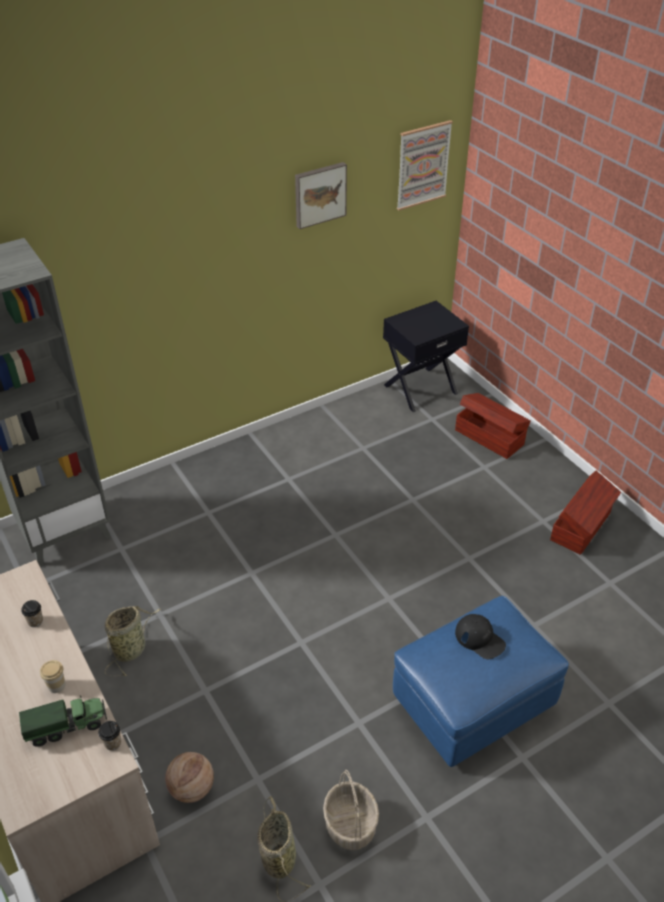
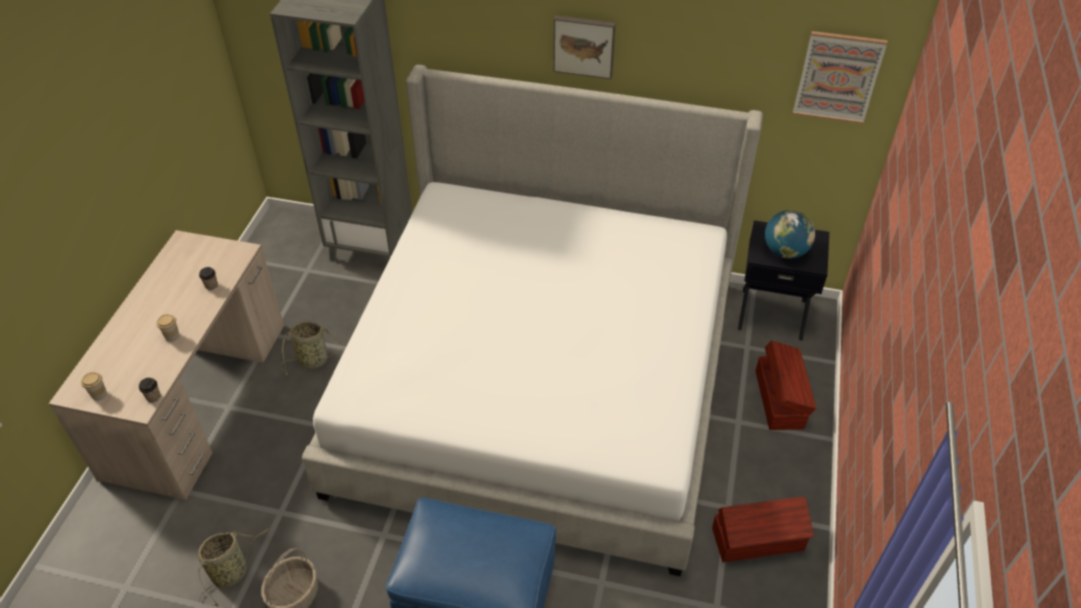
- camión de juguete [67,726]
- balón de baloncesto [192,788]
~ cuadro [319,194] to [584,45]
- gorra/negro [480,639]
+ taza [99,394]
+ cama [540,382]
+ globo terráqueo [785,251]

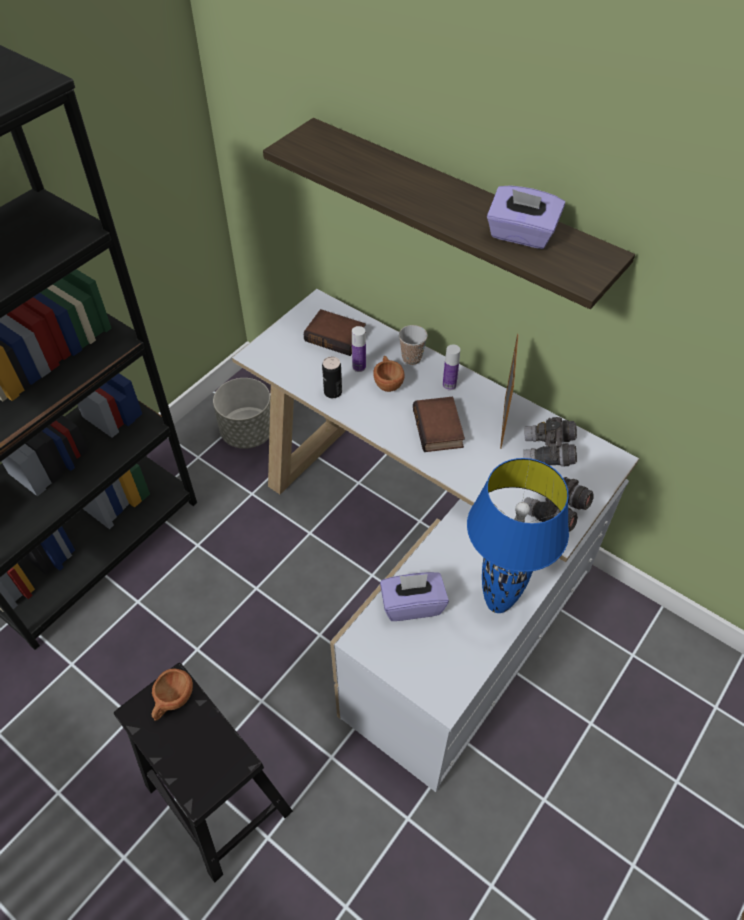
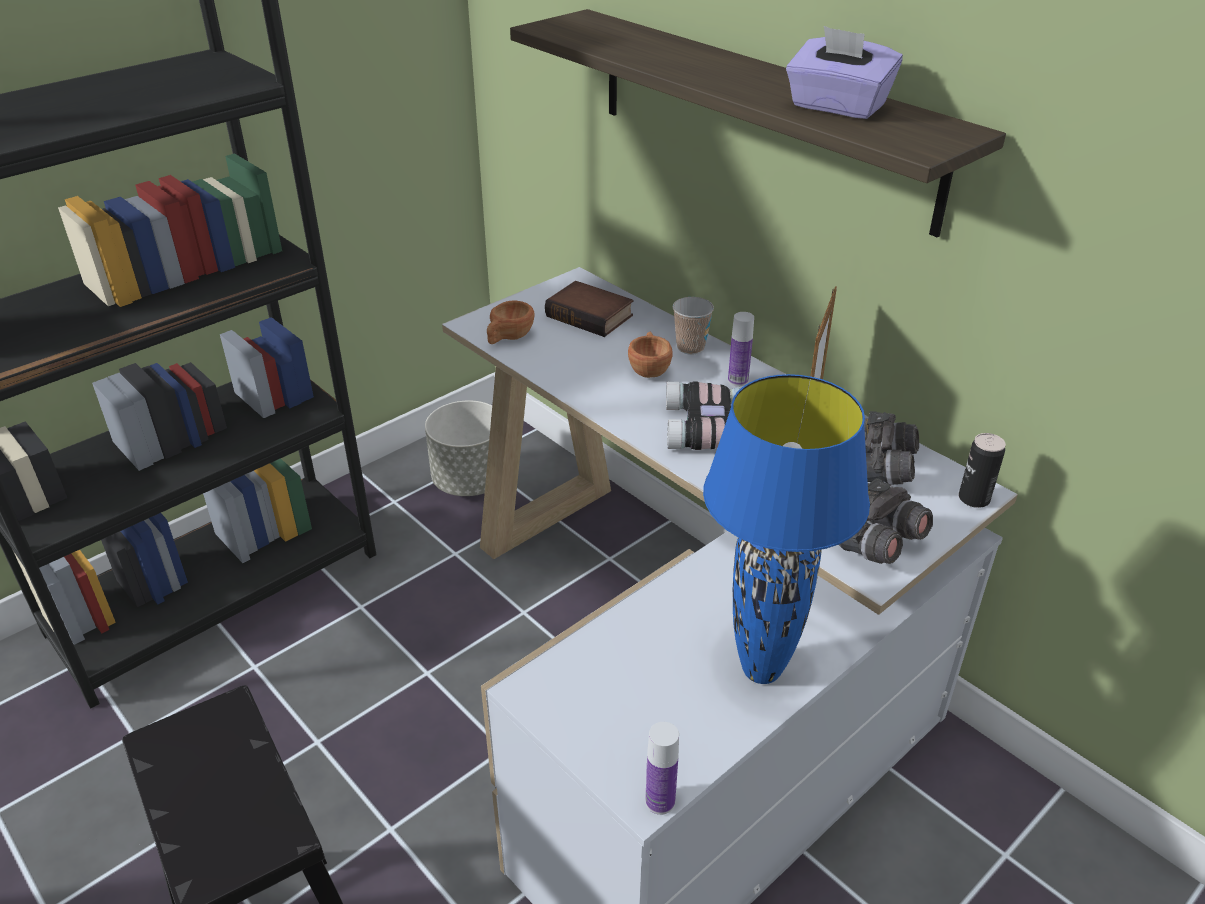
~ taza/marrón [172,701] to [508,338]
~ lata [333,392] to [974,499]
~ botella [359,367] to [660,801]
- caja de pañuelos/morado [412,604]
~ libro [439,429] to prismáticos [712,427]

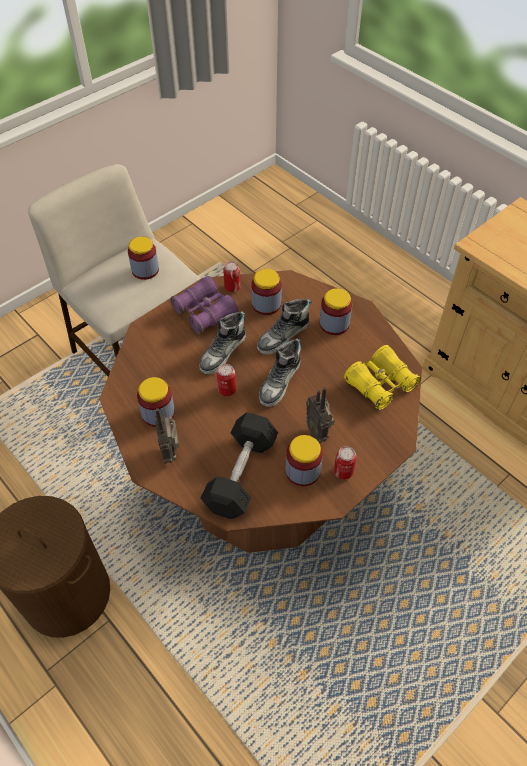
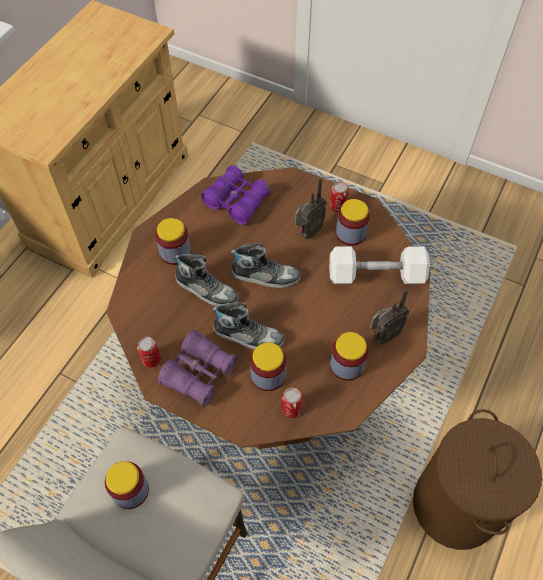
~ mancuerna/negro [241,474] to mancuerna/blanco [376,275]
~ lata [227,390] to [291,409]
~ tarro [266,304] to [268,375]
~ prismáticos/amarillo [380,384] to prismáticos/morado [236,201]

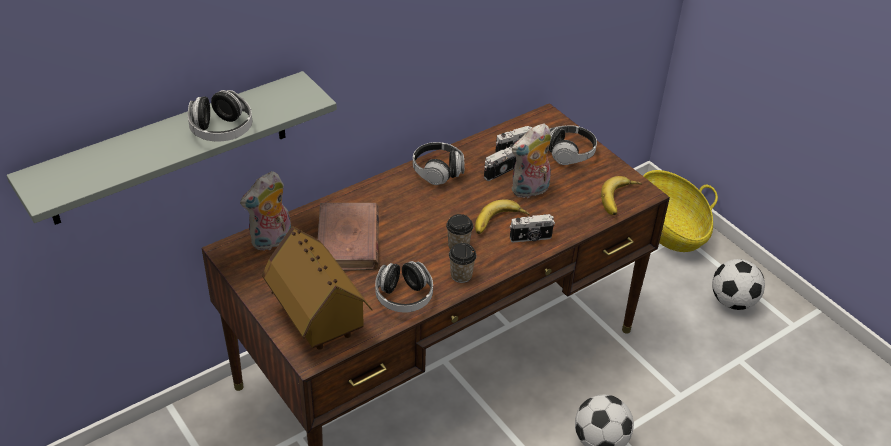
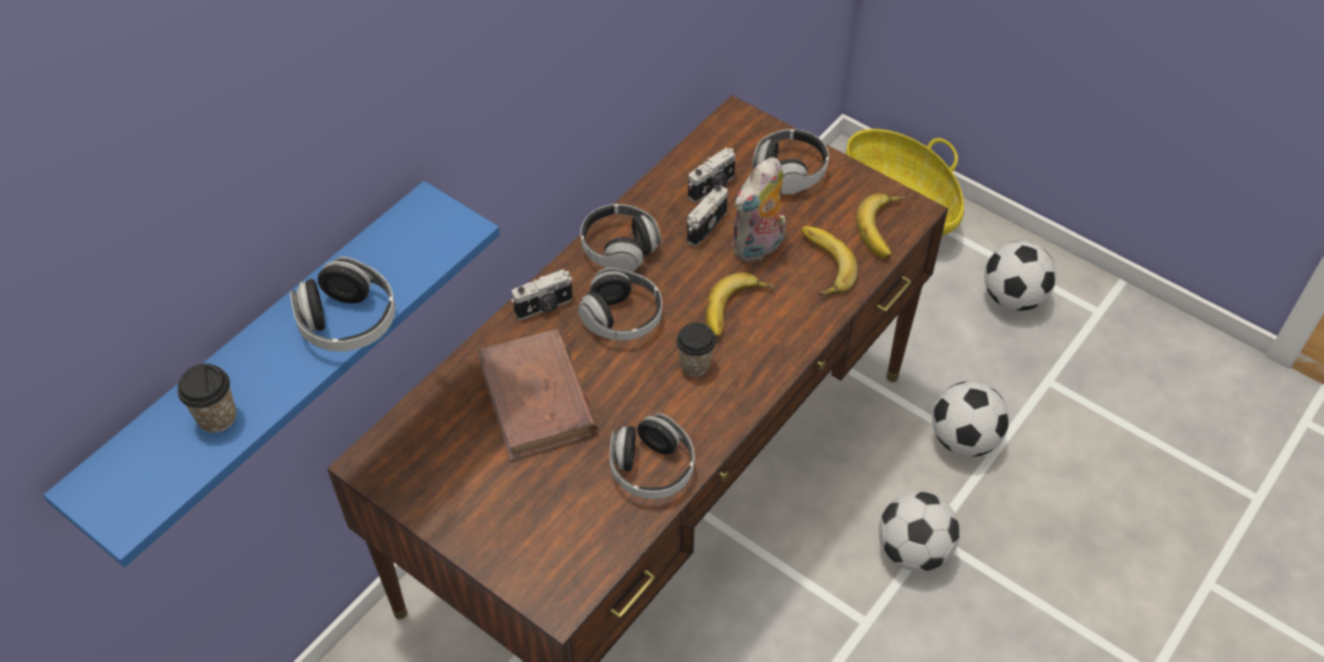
~ estante/gris [170,149] to estante/azul [263,359]
- peluche [271,241]
- casita [317,320]
~ taza [461,275] to [217,417]
~ cámara [531,238] to [544,307]
+ auriculares [622,318]
+ plátano [821,265]
+ balón de fútbol [963,439]

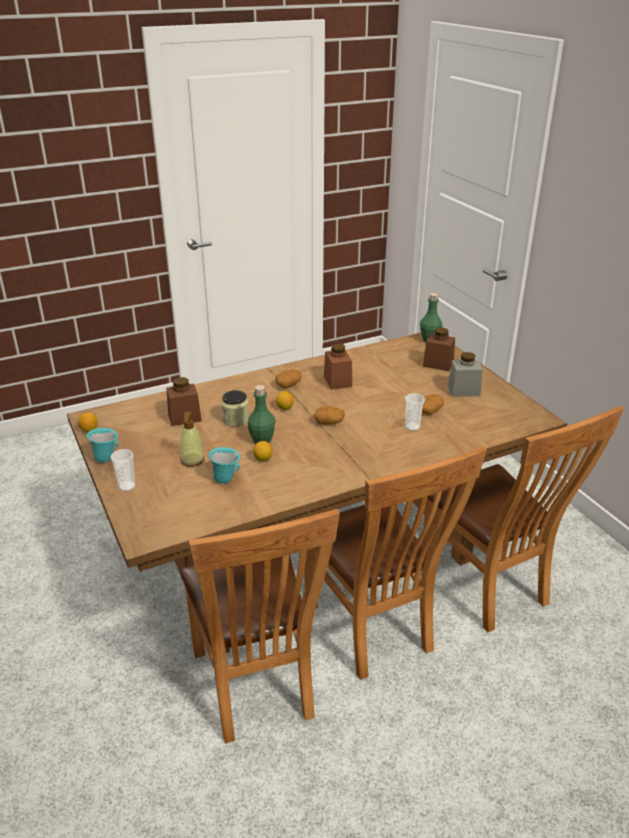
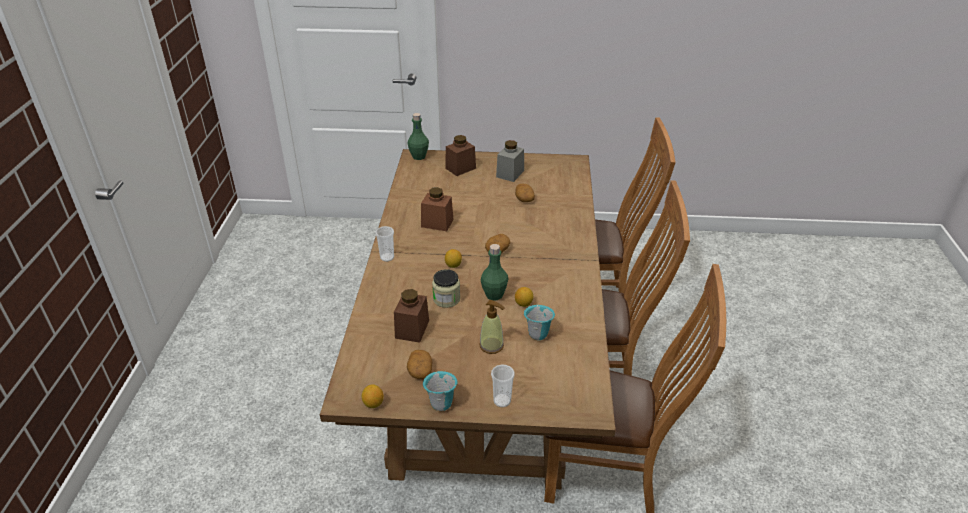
~ patata [288,384] to [420,371]
~ taza [412,427] to [387,257]

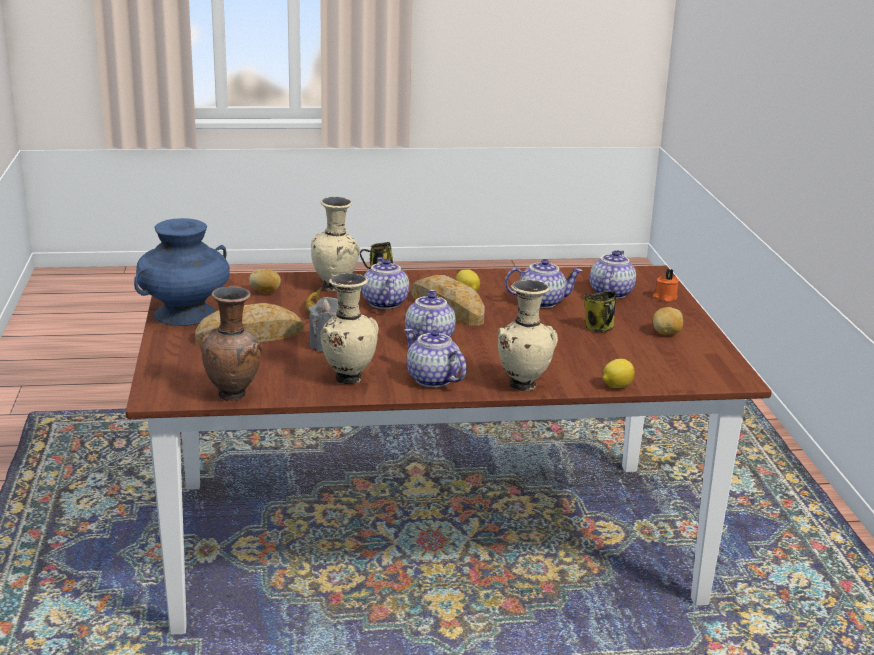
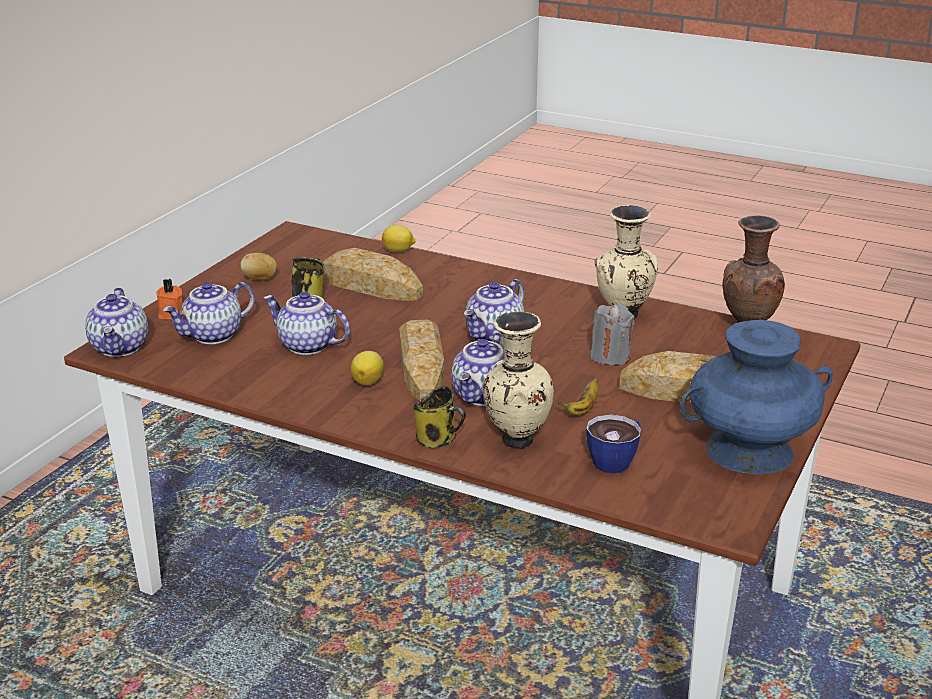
~ patata [265,292] to taza [616,460]
~ tetera [432,379] to [121,347]
- florero/beis [523,385]
+ pan [370,286]

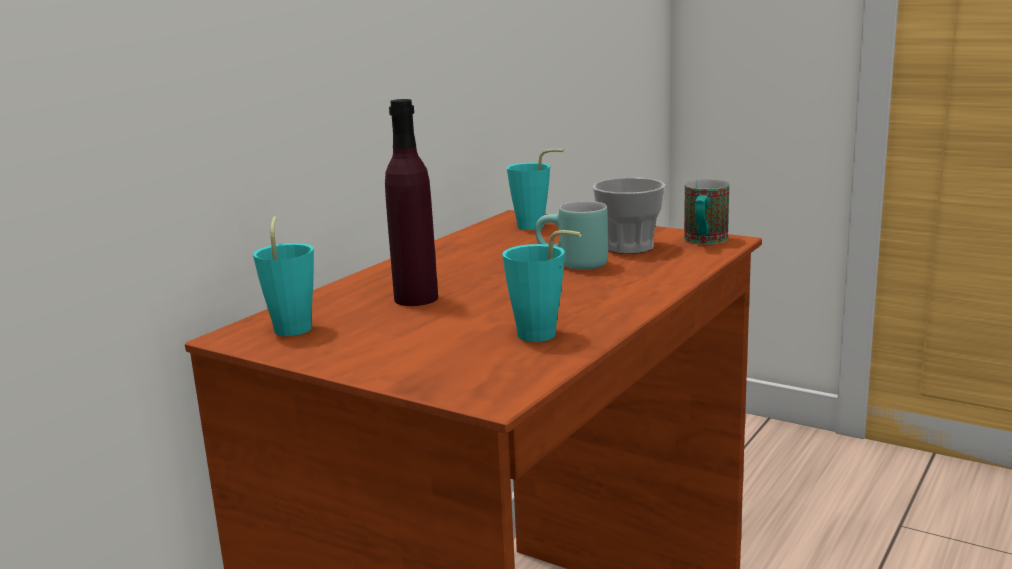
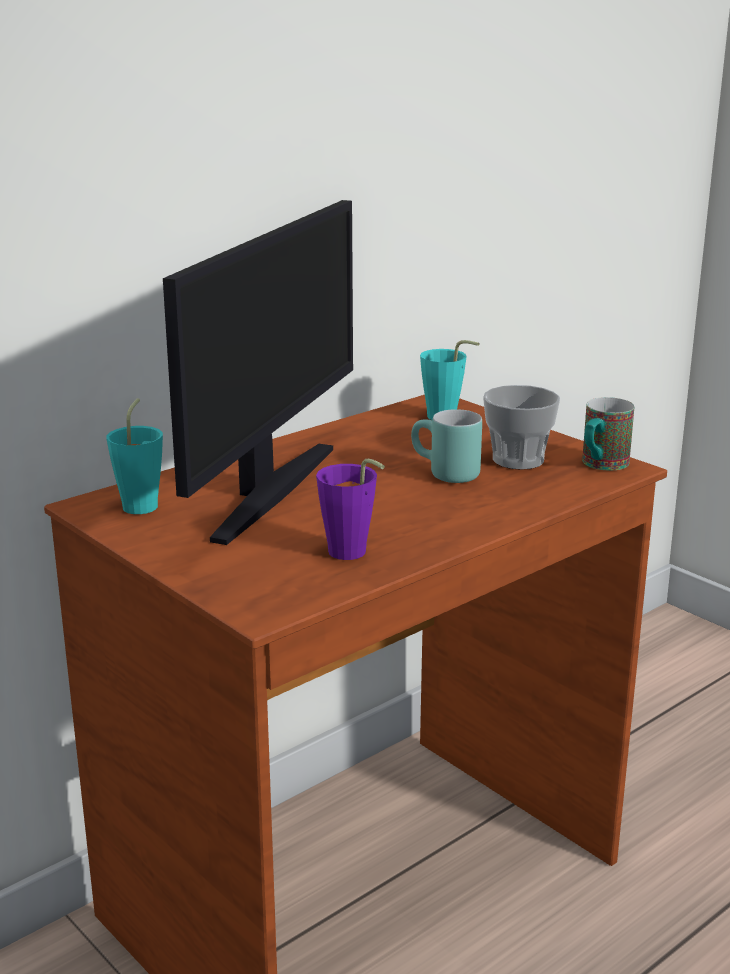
~ botella/morado [416,298] to monitor [269,490]
~ taza/turquesa [543,336] to taza/morado [352,555]

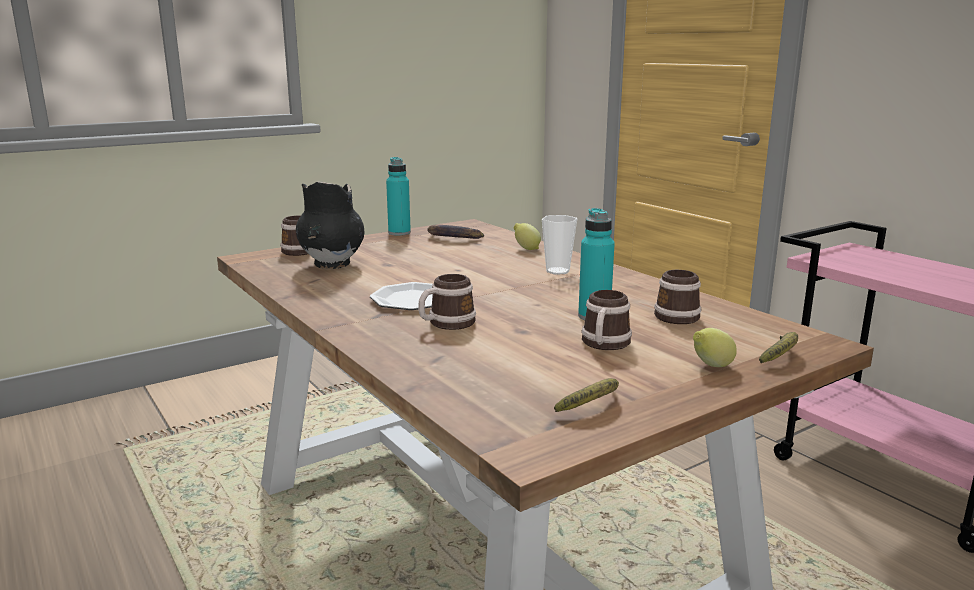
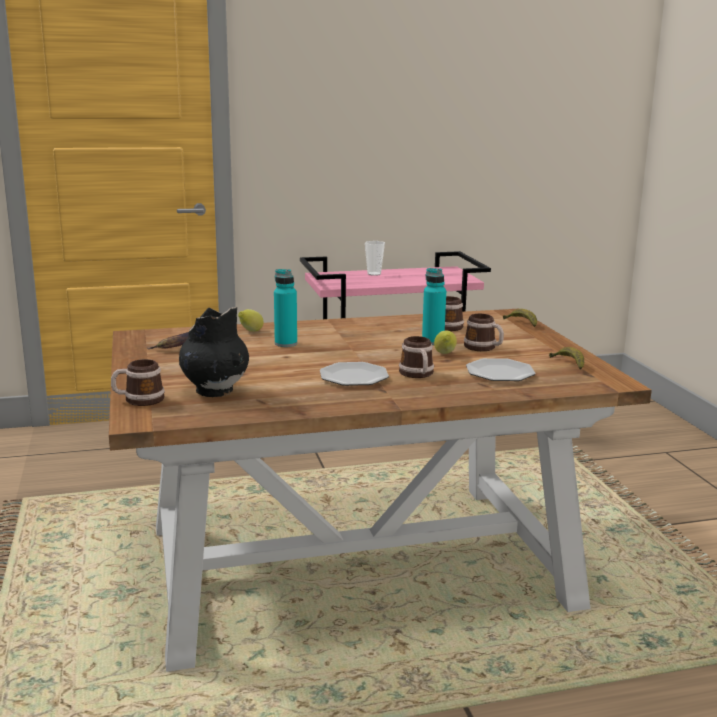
~ botella/turquesa [399,233] to [286,344]
~ taza [557,271] to [374,274]
~ limón [711,366] to [445,354]
+ plato [500,373]

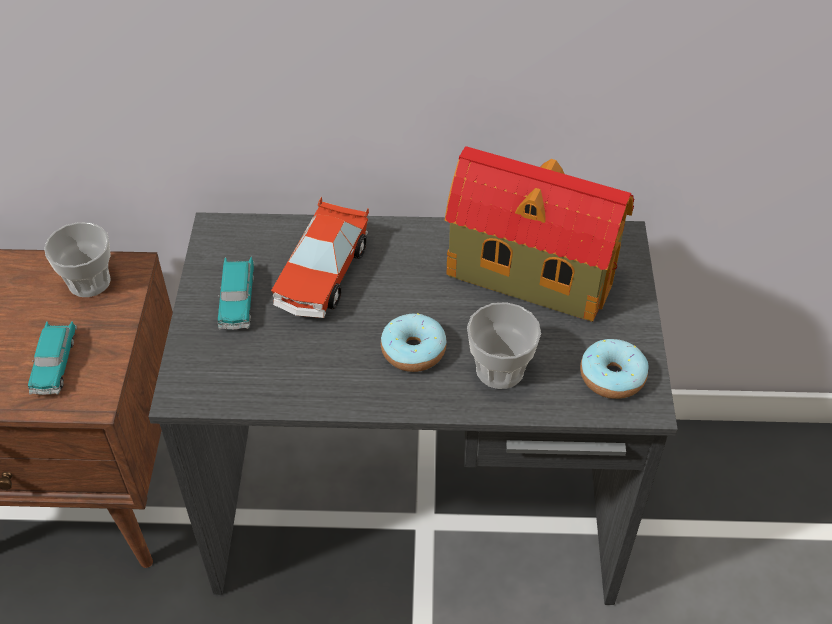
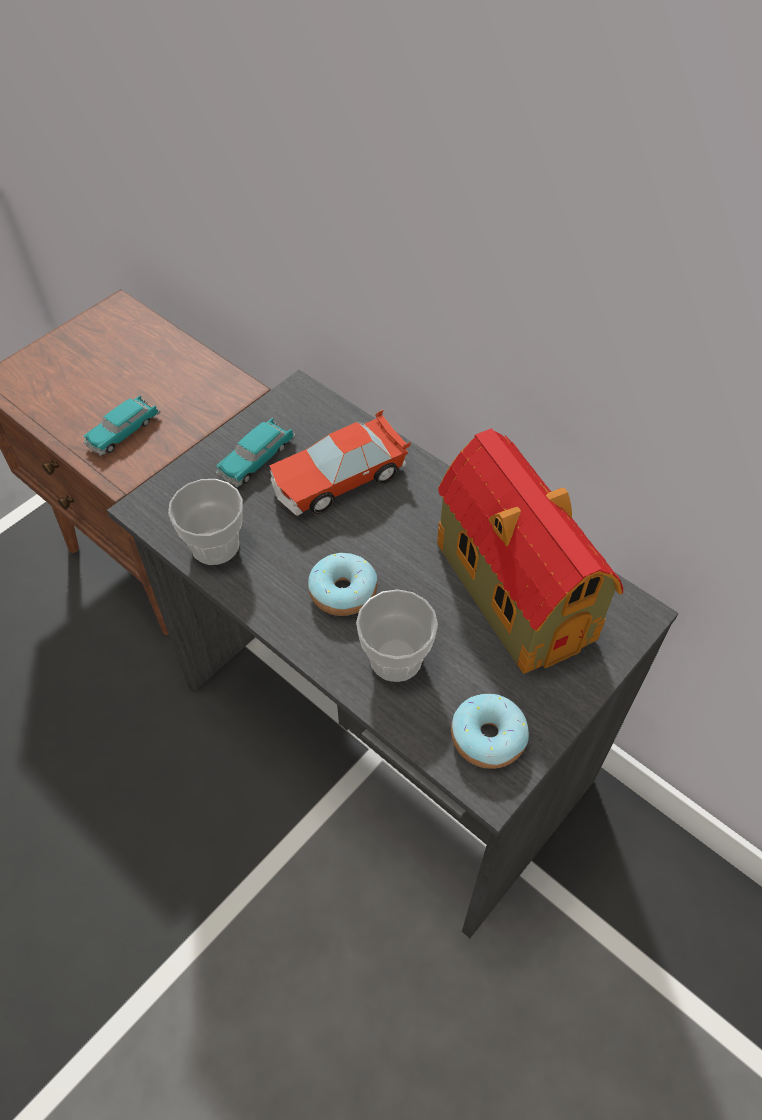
~ taza [89,282] to [215,545]

